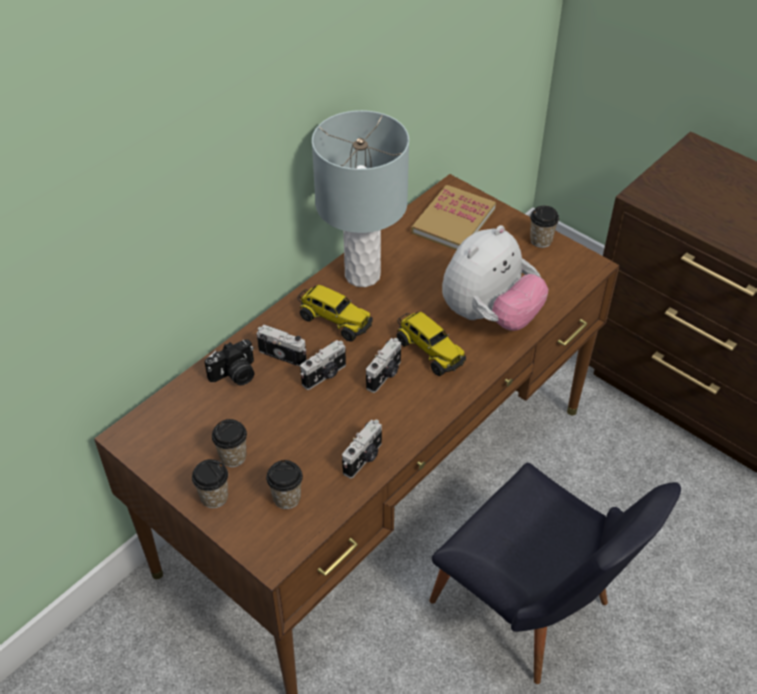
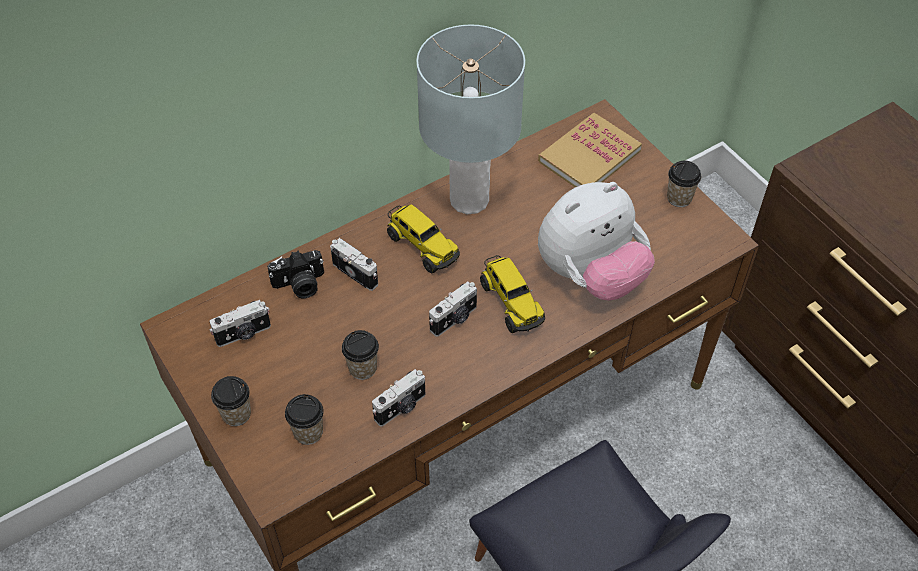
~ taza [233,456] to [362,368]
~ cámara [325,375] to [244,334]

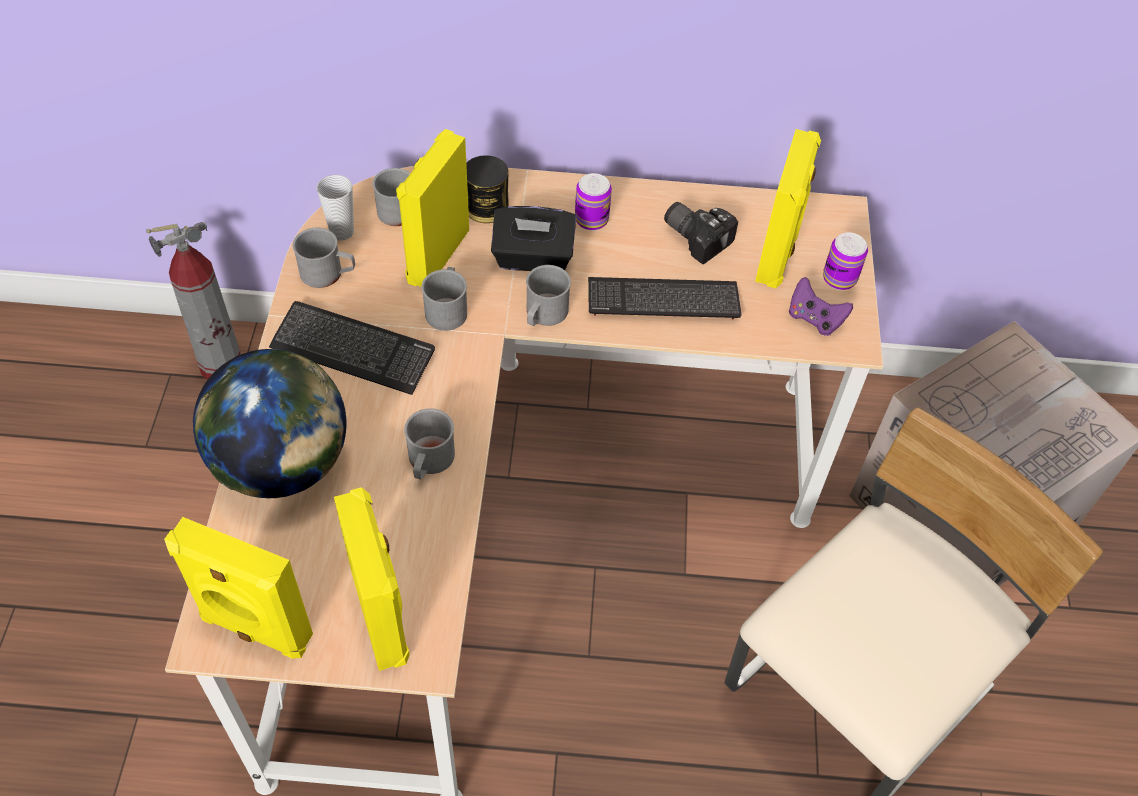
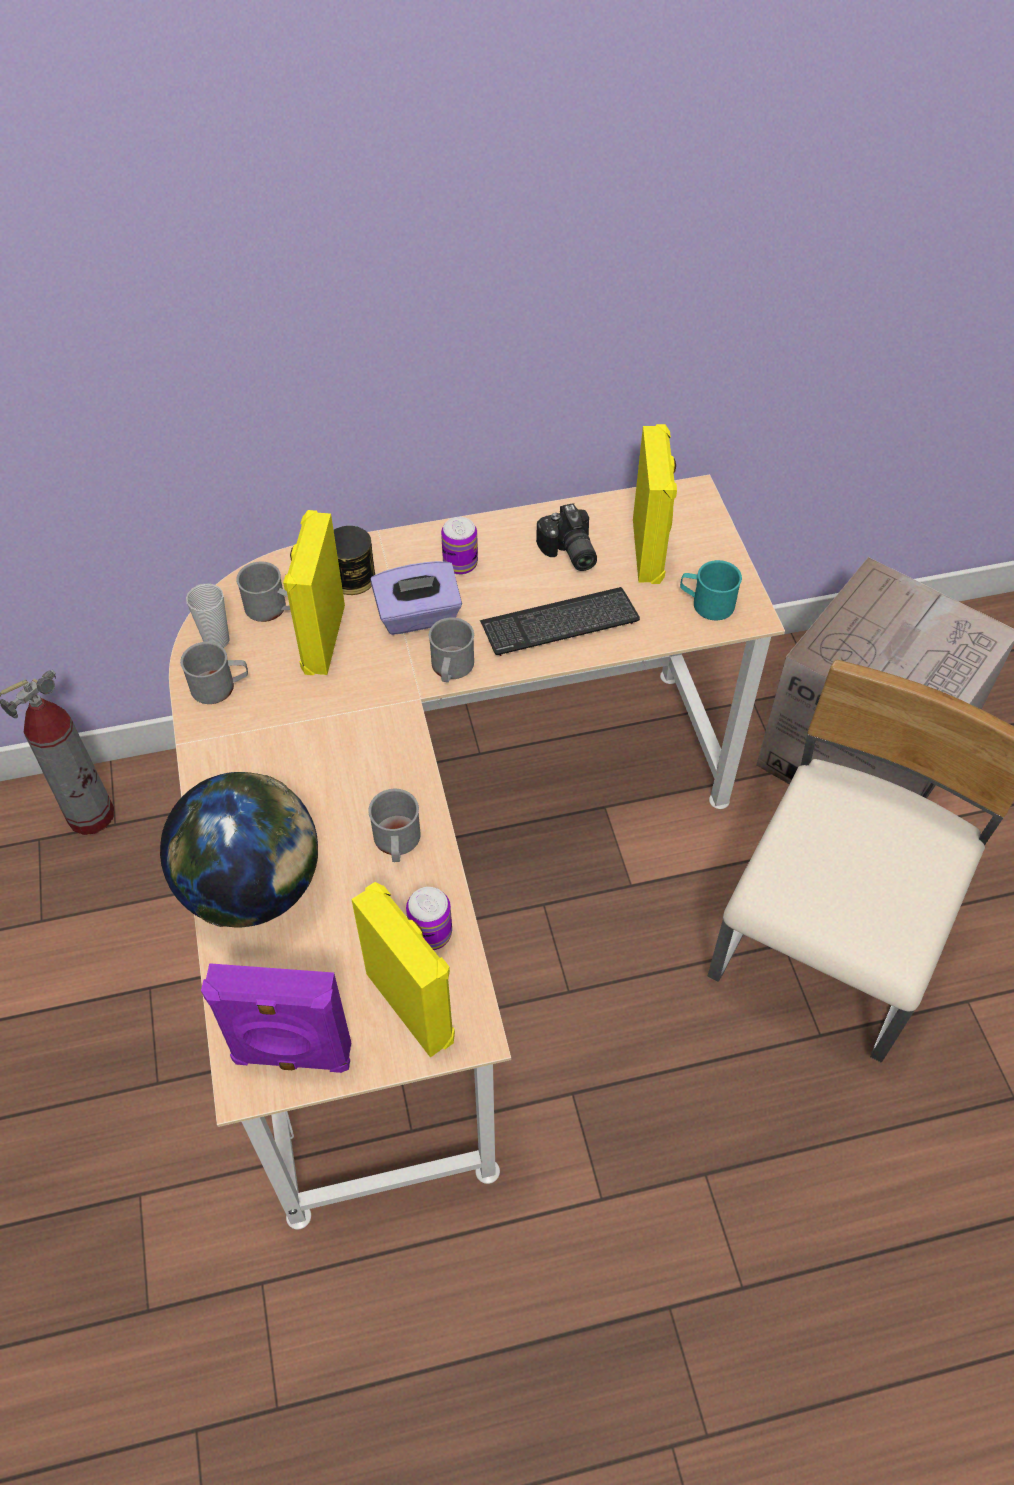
~ altavoz/amarillo [255,629] to altavoz/morado [292,1056]
- teclado [353,350]
- taza grande/gris [447,309]
~ caja de pañuelos/negro [533,258] to caja de pañuelos/morado [418,616]
~ cámara [698,236] = [568,553] 135 degrees counterclockwise
~ mando de consola/morado [814,319] to taza grande/turquesa [706,603]
~ lata [839,278] to [431,933]

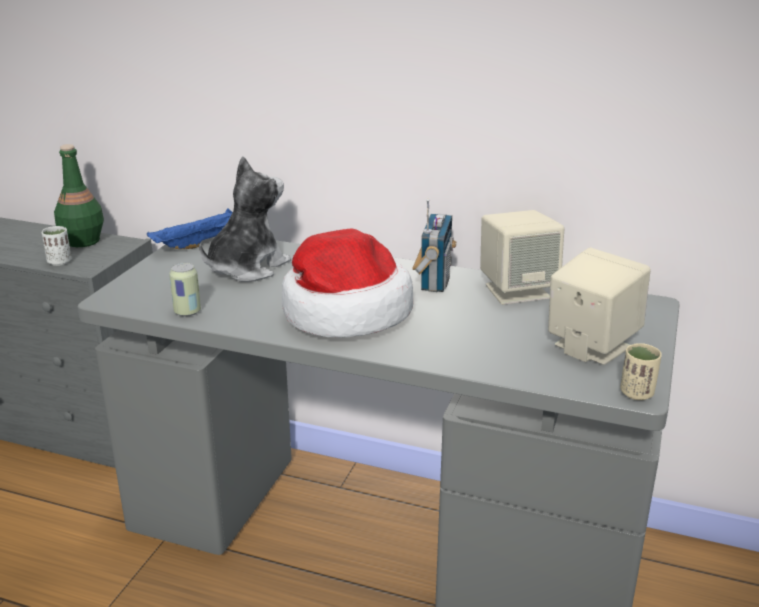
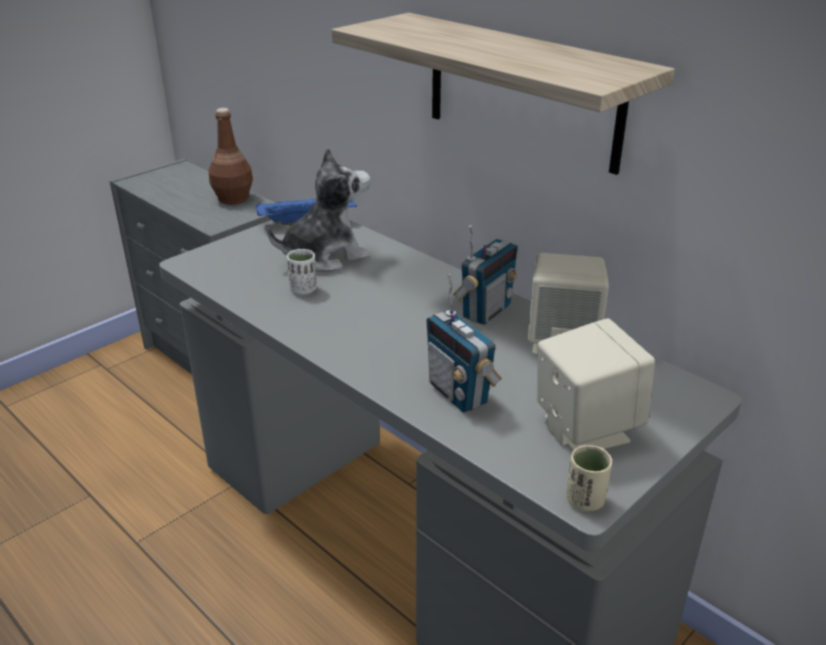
~ taza/blanco [59,262] to [303,289]
~ botella/verde [82,241] to botella/marrón [233,198]
- lata [187,312]
- sombrero [344,312]
+ estante [522,91]
+ radio [459,394]

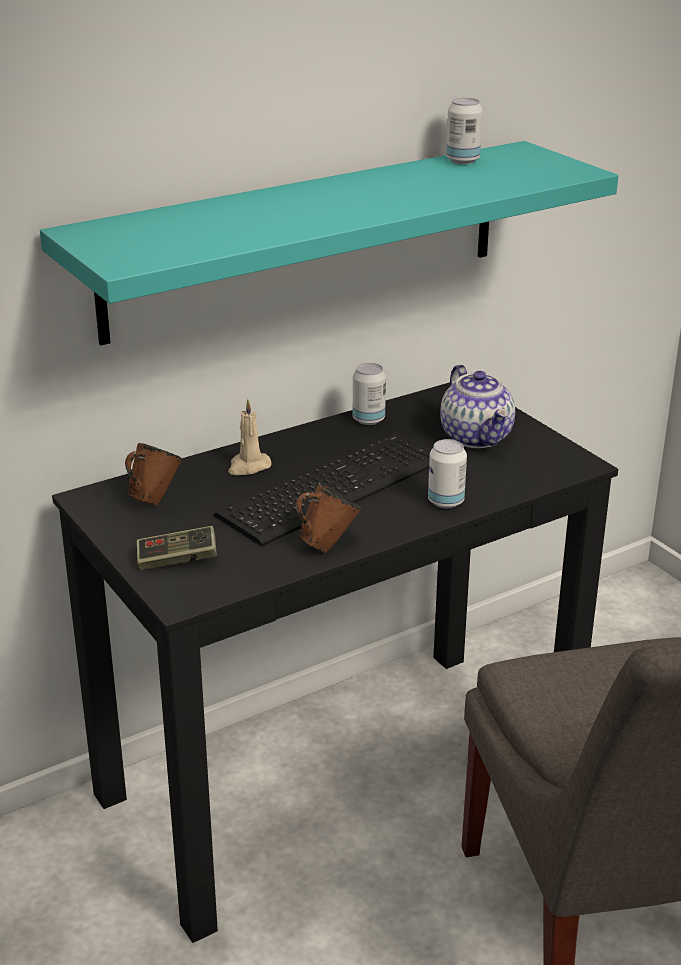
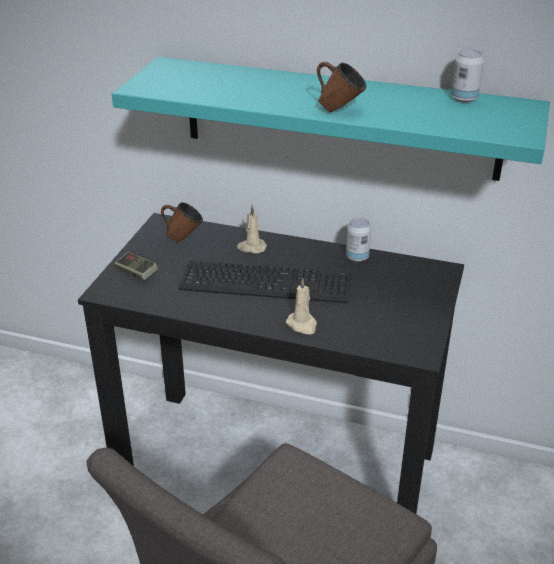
~ taza grande/marrón [327,544] to [339,110]
~ lata [445,502] to vela/beis [302,325]
- tetera [477,437]

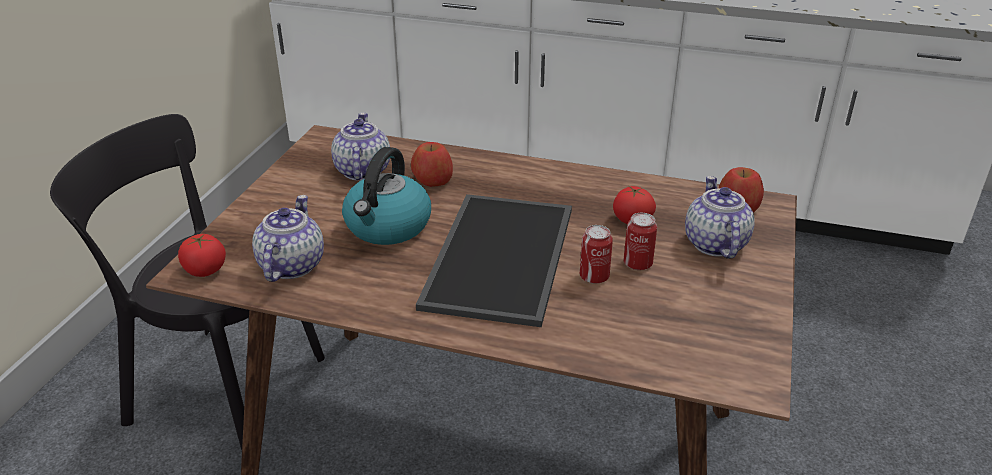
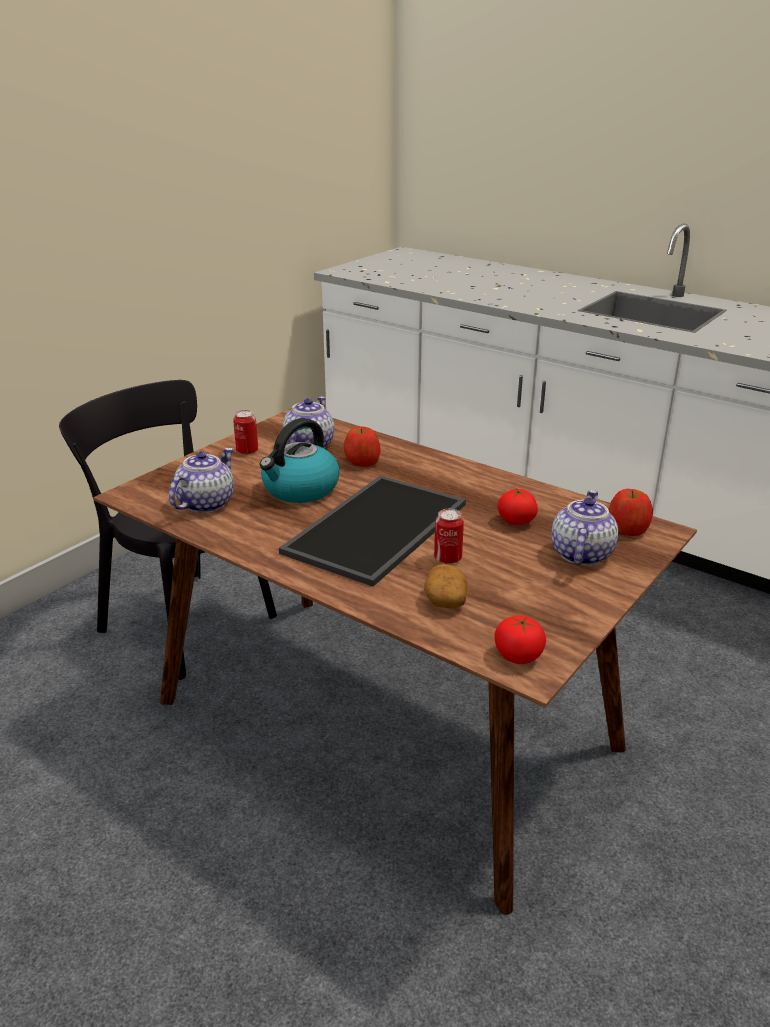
~ tomate [205,270] to [518,656]
~ lata [637,263] to [247,451]
+ patata [445,599]

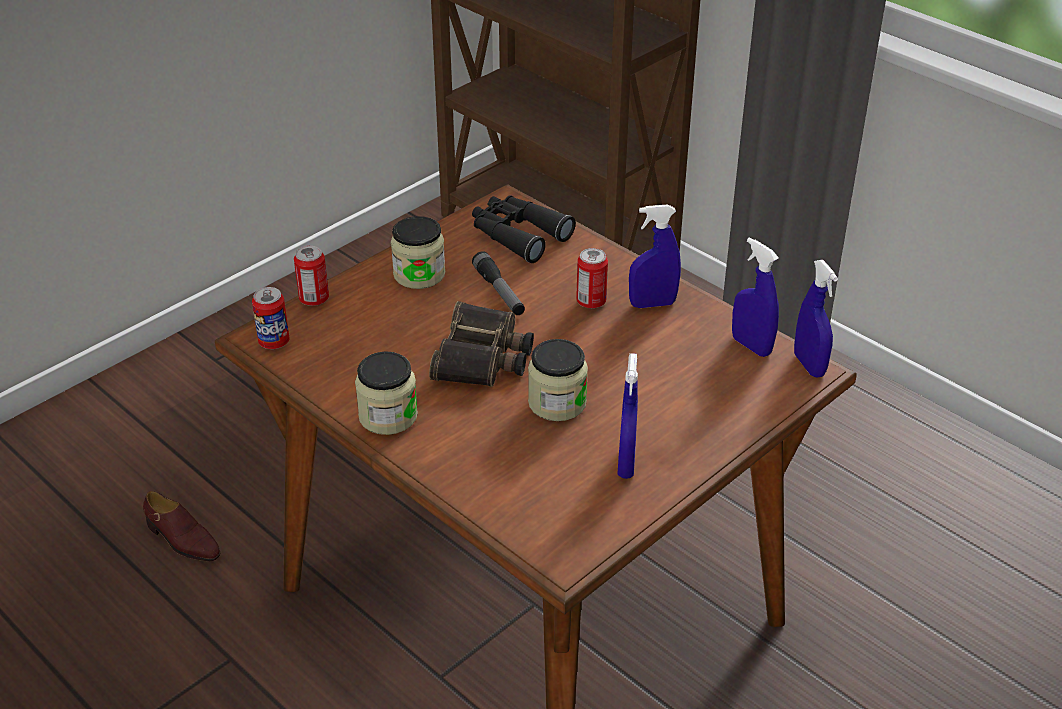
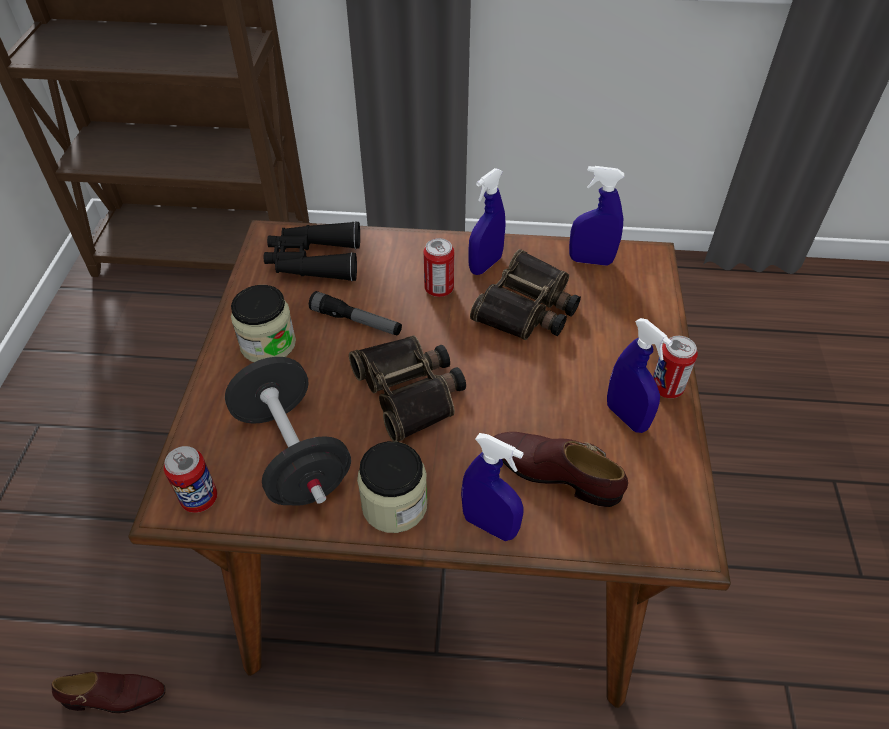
~ lata [314,299] to [666,388]
- tarro [557,403]
~ pulverizador/azul [809,365] to [489,525]
+ mancuerna/negro [293,454]
+ prismáticos [528,307]
+ zapato/marrón [554,473]

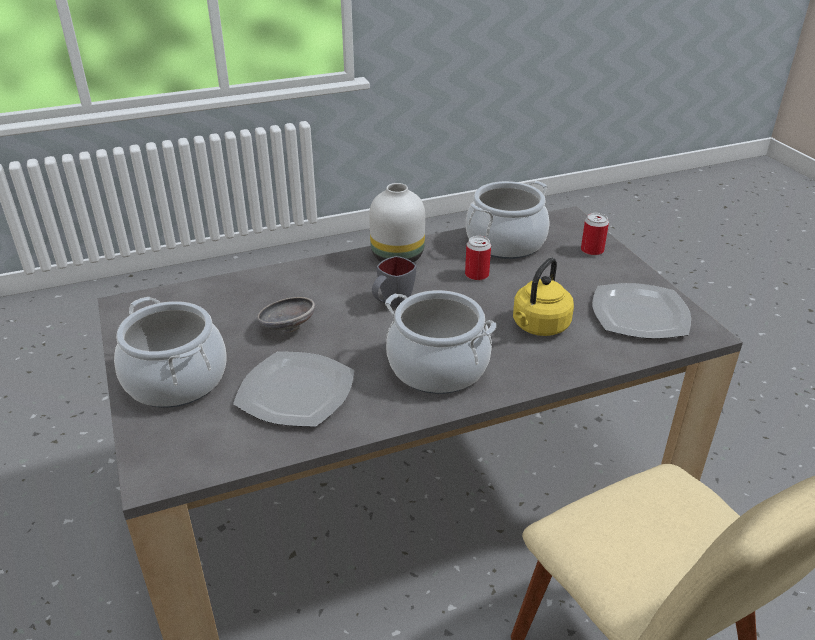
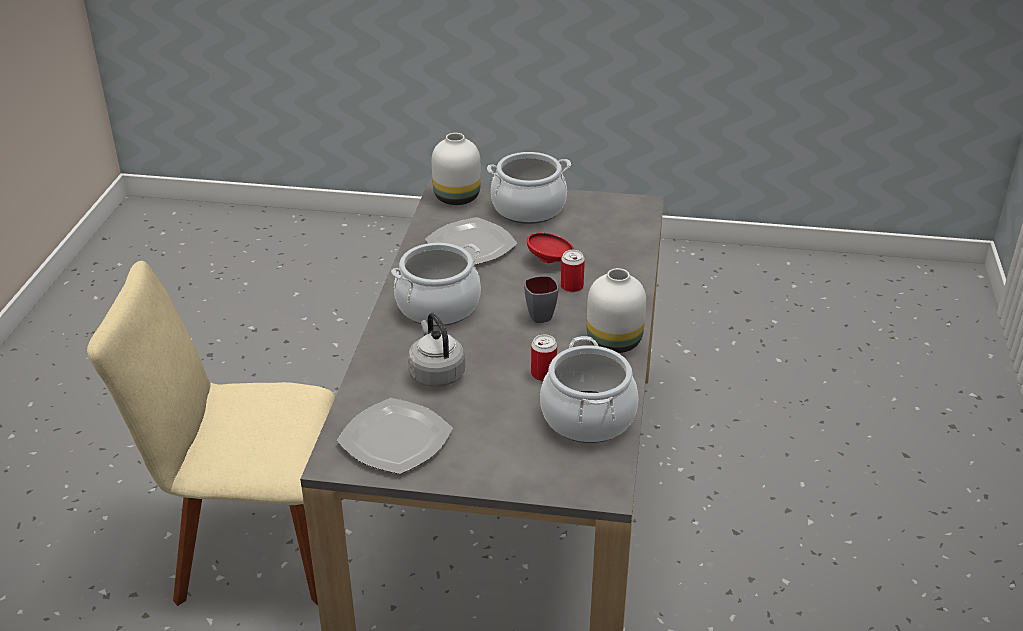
~ cuenco/gris [287,327] to cuenco/rojo [550,260]
~ hervidor/amarillo [539,327] to hervidor/gris [436,373]
~ lata [592,250] to [572,286]
+ florero/blanco [456,197]

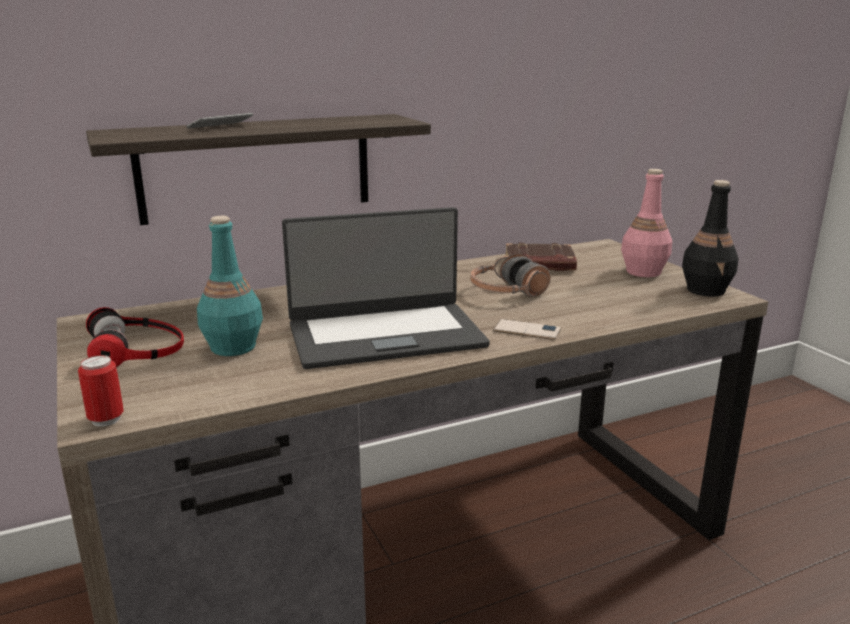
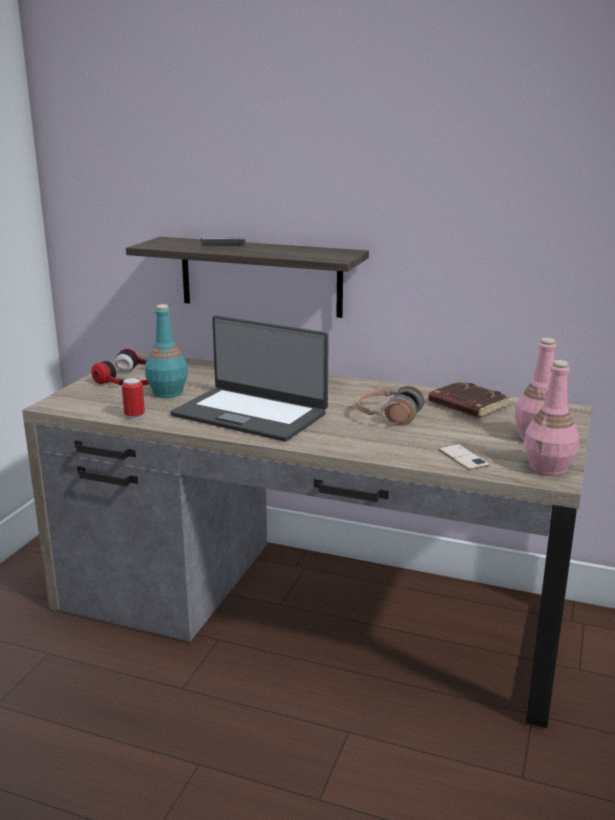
~ lata [106,419] to [134,416]
~ móvil [527,330] to [463,457]
~ botella/negro [706,290] to botella/rosa [548,468]

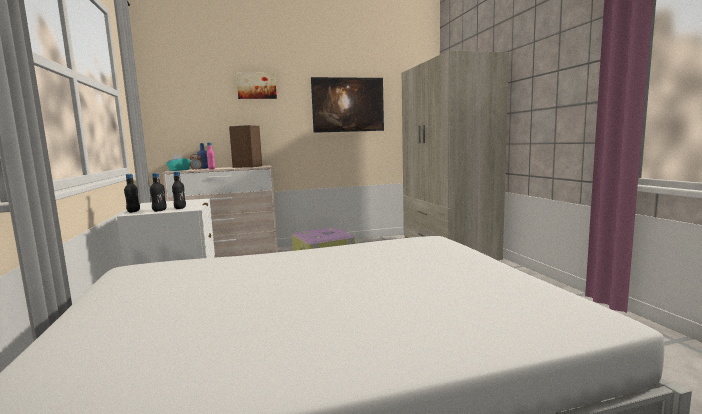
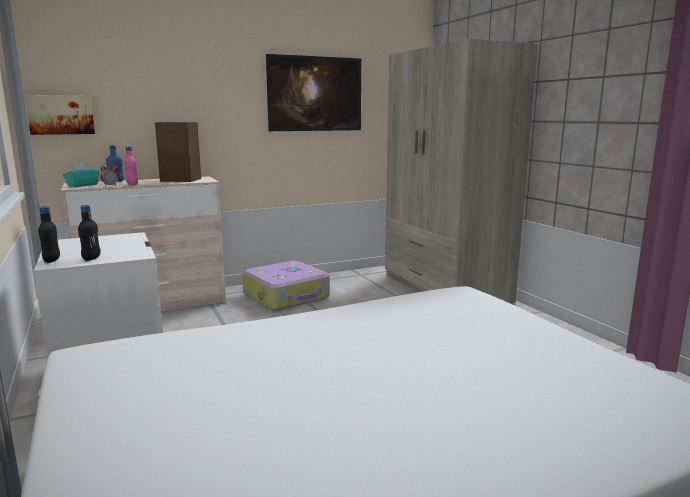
- botella/negro [180,208]
~ cuadro [256,86] to [61,114]

